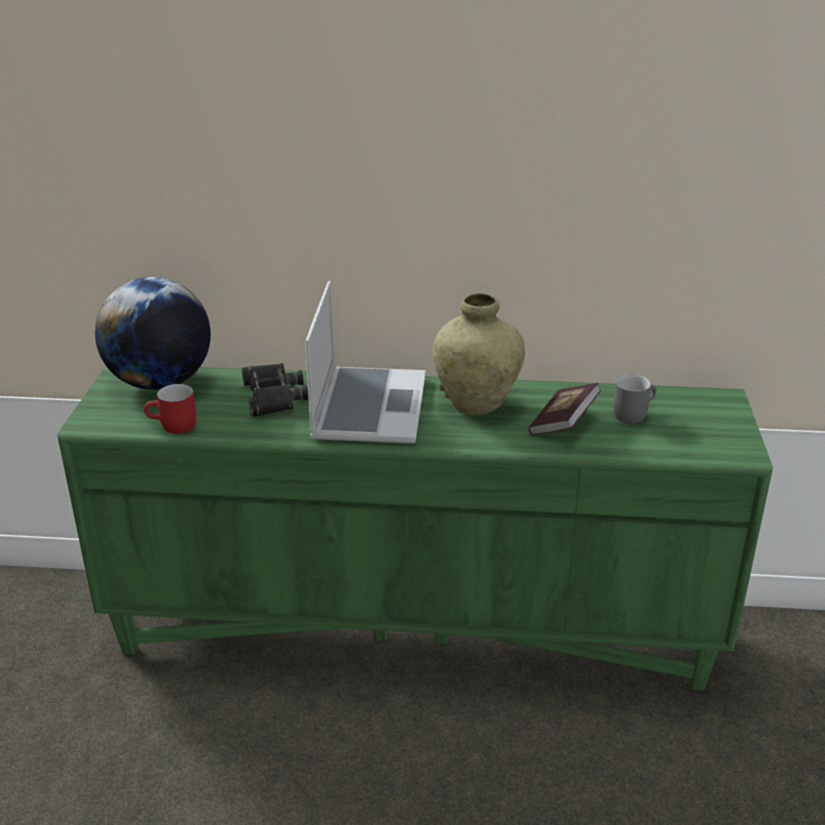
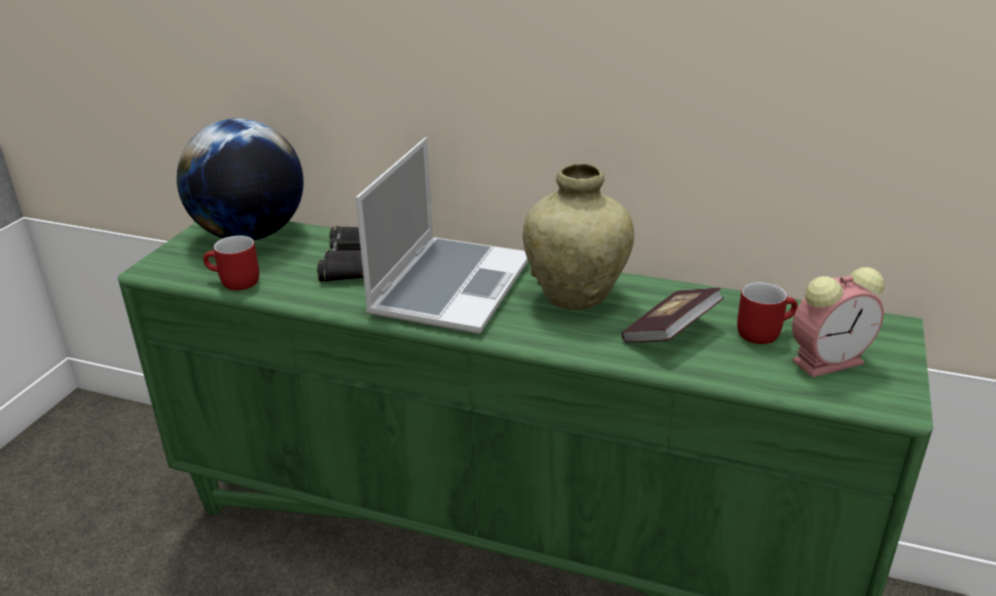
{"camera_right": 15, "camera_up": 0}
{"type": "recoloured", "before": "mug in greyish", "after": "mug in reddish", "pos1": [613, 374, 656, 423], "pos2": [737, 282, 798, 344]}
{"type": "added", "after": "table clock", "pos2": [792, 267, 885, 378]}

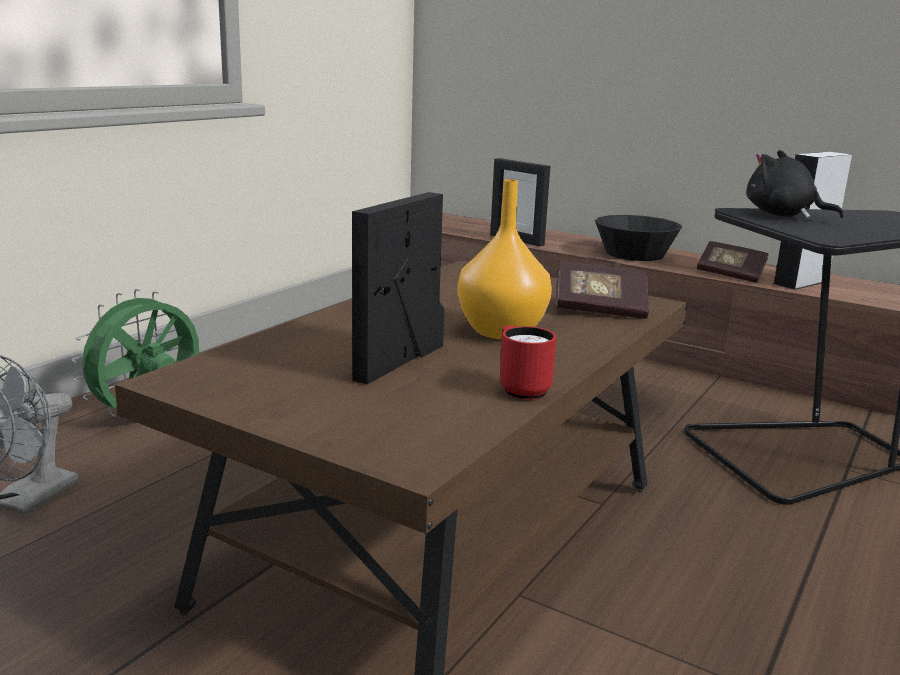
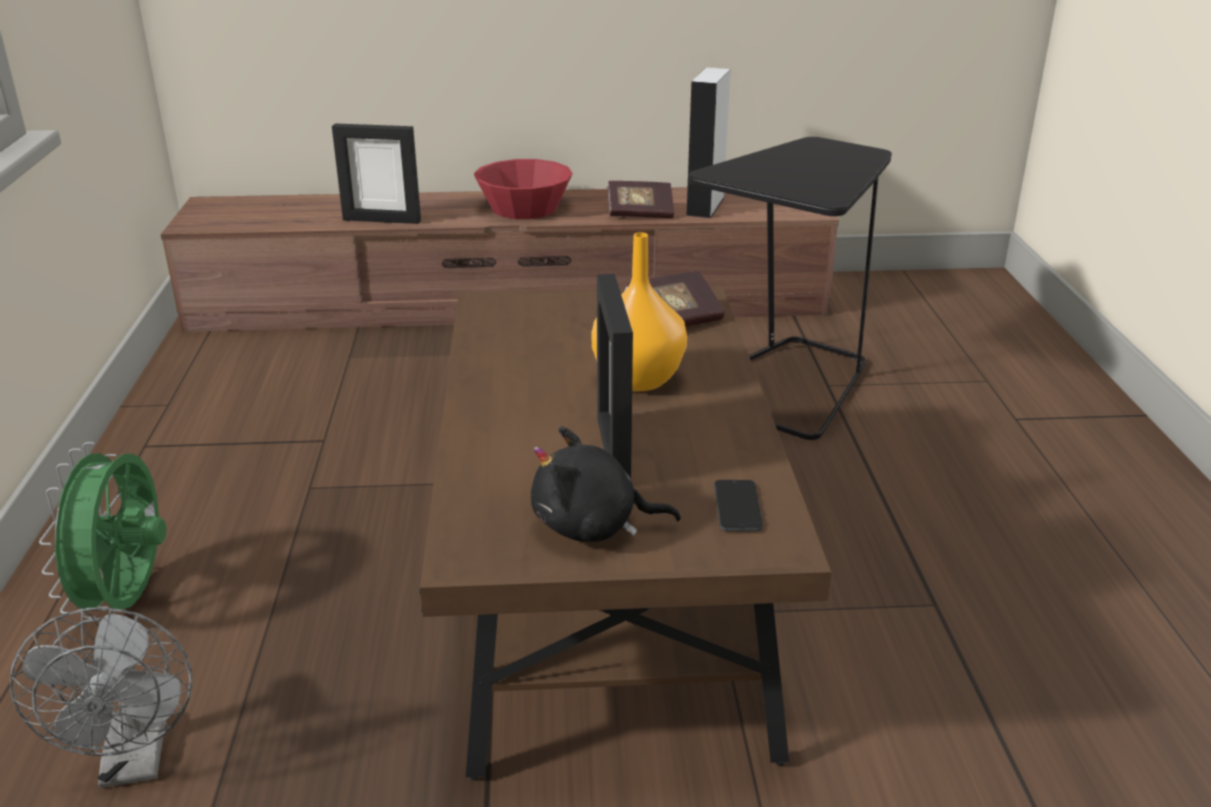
{"camera_right": -35, "camera_up": 10}
{"type": "removed", "before": "mug in reddish", "pos1": [500, 325, 556, 400]}
{"type": "recoloured", "before": "bowl in black", "after": "bowl in reddish", "pos1": [595, 215, 683, 261], "pos2": [474, 159, 573, 219]}
{"type": "moved", "before": "plush toy in black", "pos1": [746, 150, 844, 218], "pos2": [531, 426, 681, 542]}
{"type": "added", "after": "phone", "pos2": [714, 480, 763, 531]}

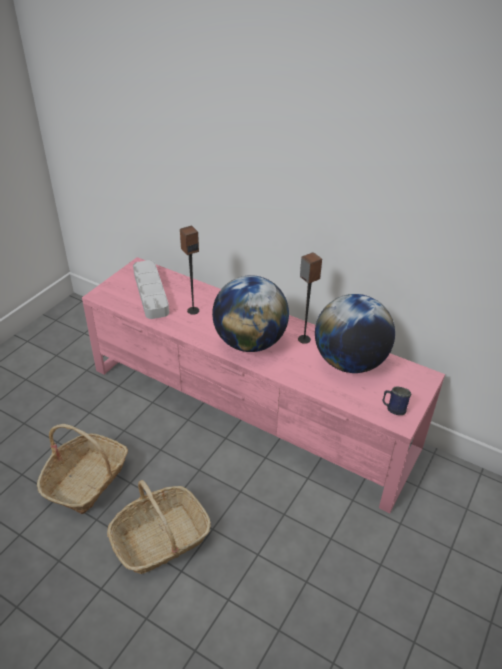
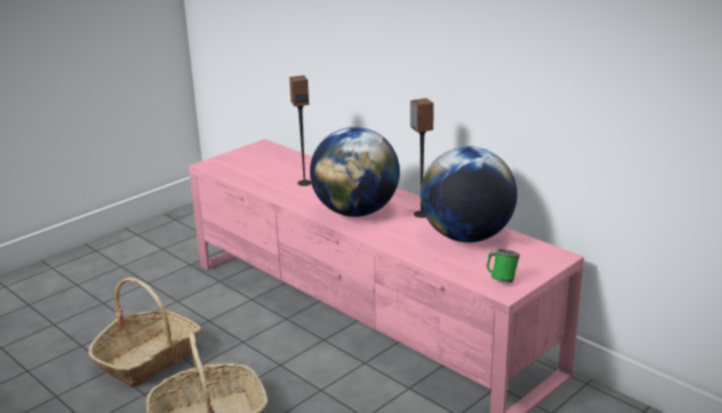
{"camera_right": 15, "camera_up": -15}
{"type": "removed", "before": "carrying tray in greyish", "pos1": [133, 260, 169, 319]}
{"type": "recoloured", "before": "mug in blue", "after": "mug in greenish", "pos1": [382, 386, 411, 415], "pos2": [486, 249, 520, 283]}

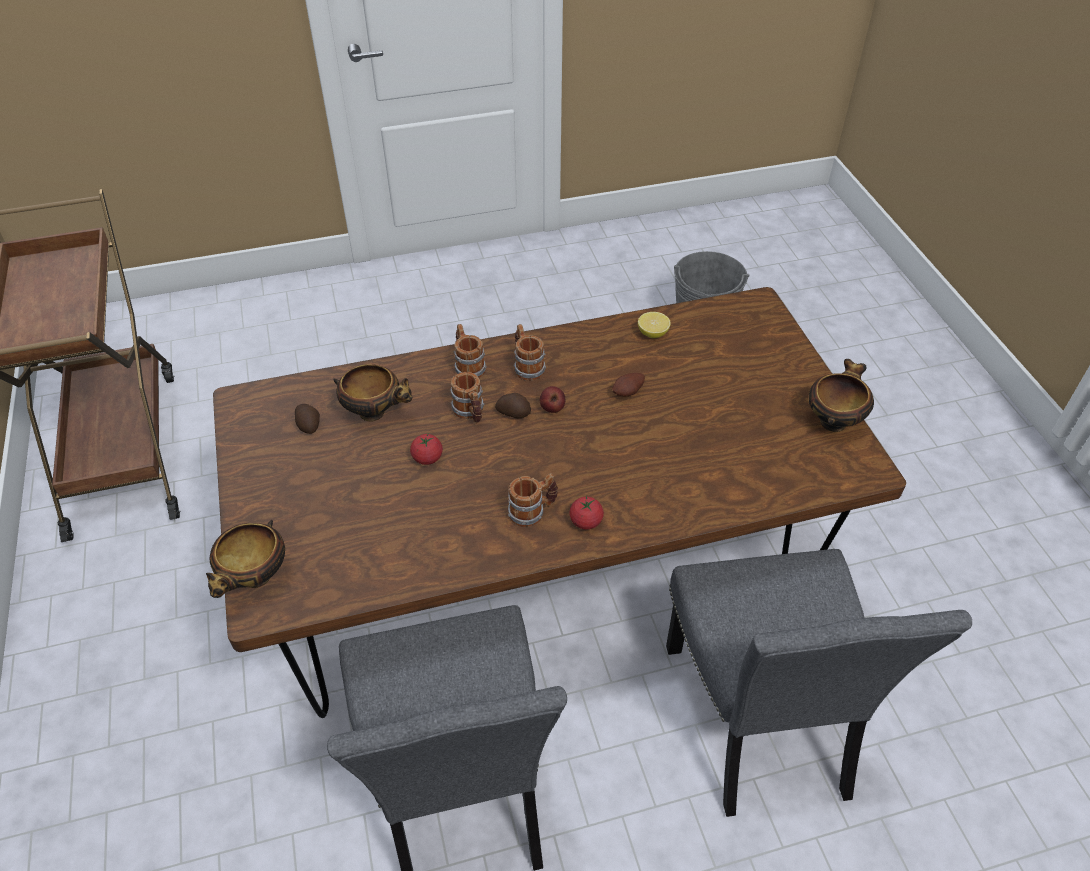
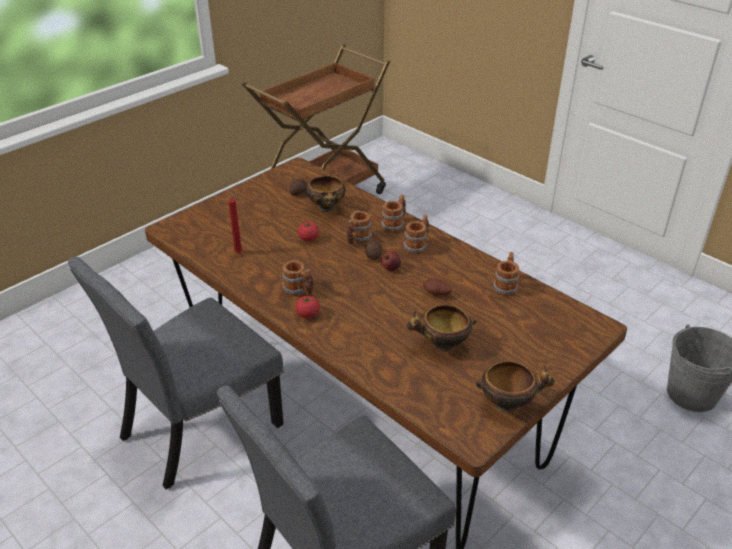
{"camera_right": 60, "camera_up": -10}
{"type": "moved", "before": "bowl", "pos1": [206, 520, 285, 598], "pos2": [406, 305, 477, 352]}
{"type": "replaced", "before": "citrus fruit", "after": "mug", "pos1": [638, 312, 671, 338], "pos2": [493, 252, 519, 297]}
{"type": "added", "after": "wax light in reddish", "pos2": [228, 193, 243, 253]}

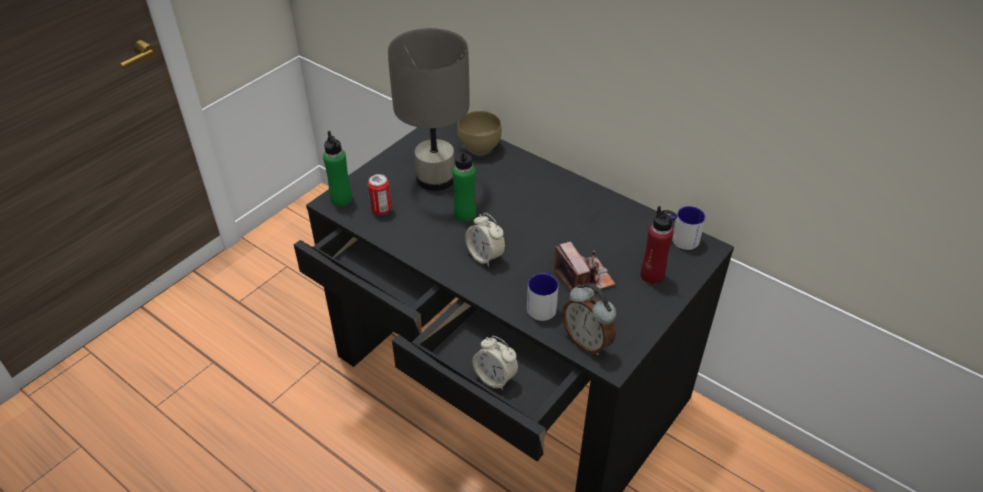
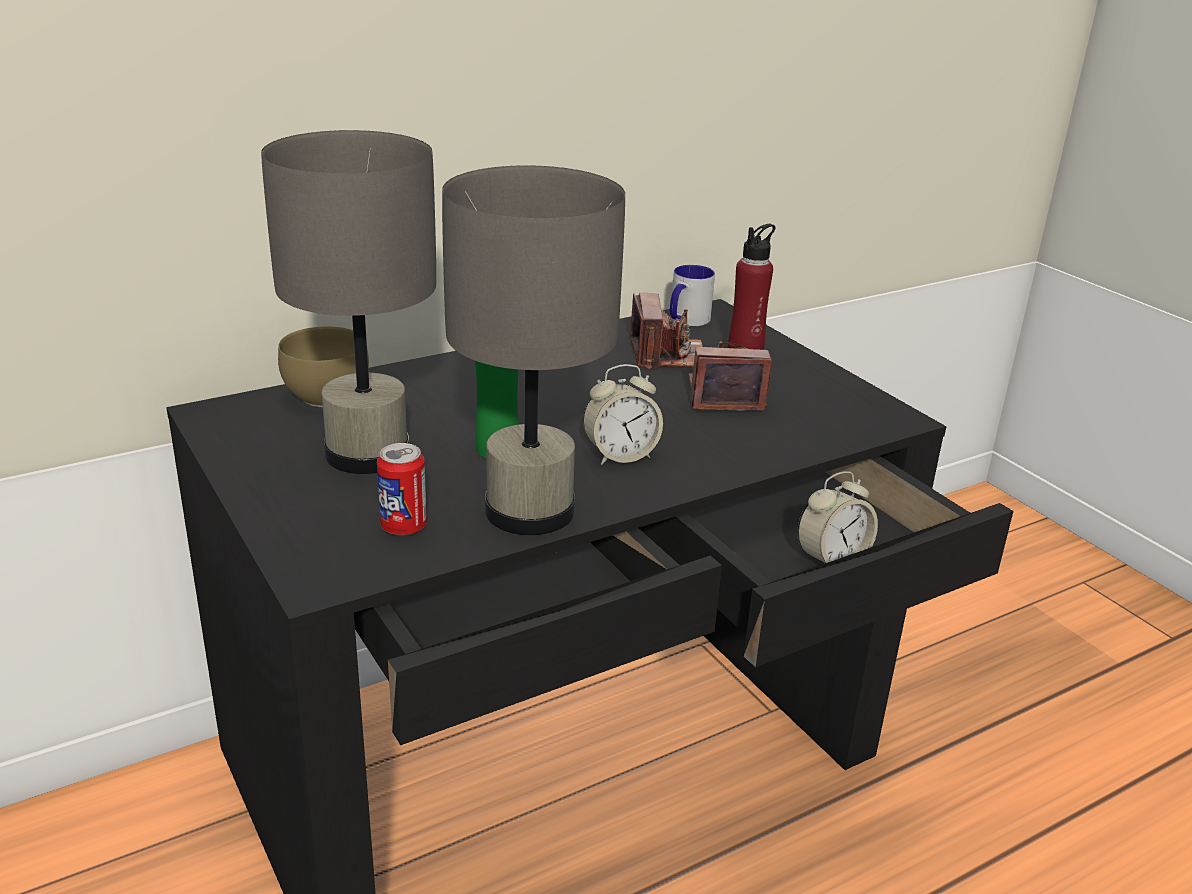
{"camera_right": -70, "camera_up": -15}
{"type": "removed", "before": "bottle in greenish", "pos1": [323, 131, 352, 206]}
{"type": "removed", "before": "mug", "pos1": [527, 273, 559, 321]}
{"type": "removed", "before": "table clock", "pos1": [562, 284, 616, 355]}
{"type": "added", "after": "table lamp in greyish", "pos2": [442, 165, 625, 535]}
{"type": "added", "after": "still camera", "pos2": [630, 293, 703, 369]}

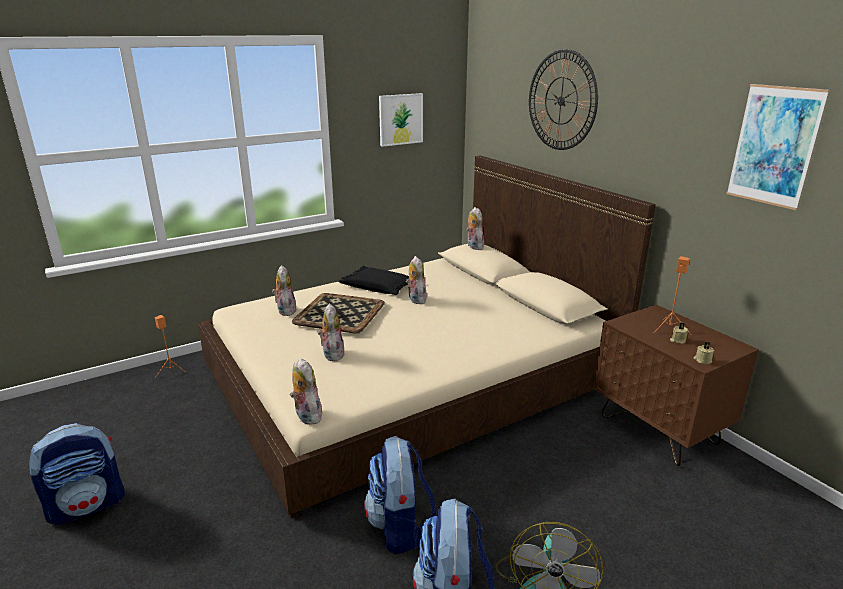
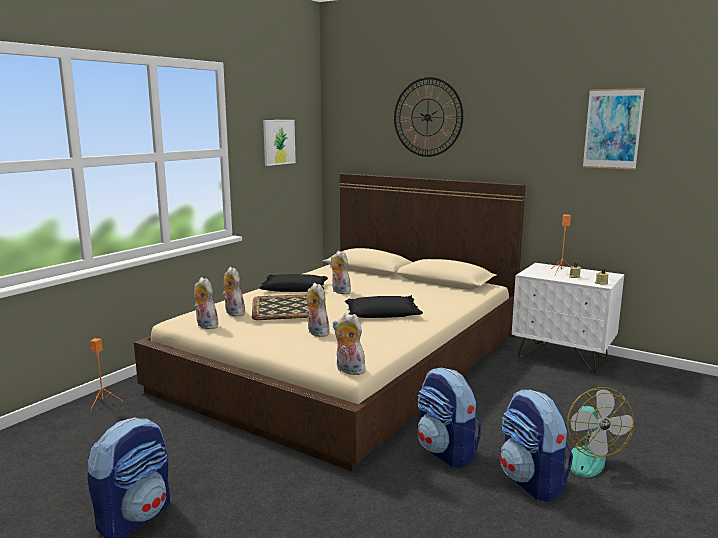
{"camera_right": -25, "camera_up": -10}
{"type": "moved", "before": "plush toy", "pos1": [466, 207, 484, 250], "pos2": [194, 277, 218, 329]}
{"type": "recoloured", "before": "night table in brown-coloured", "after": "night table in whitish", "pos1": [594, 305, 759, 466], "pos2": [512, 263, 624, 373]}
{"type": "added", "after": "throw pillow in black", "pos2": [345, 295, 423, 318]}

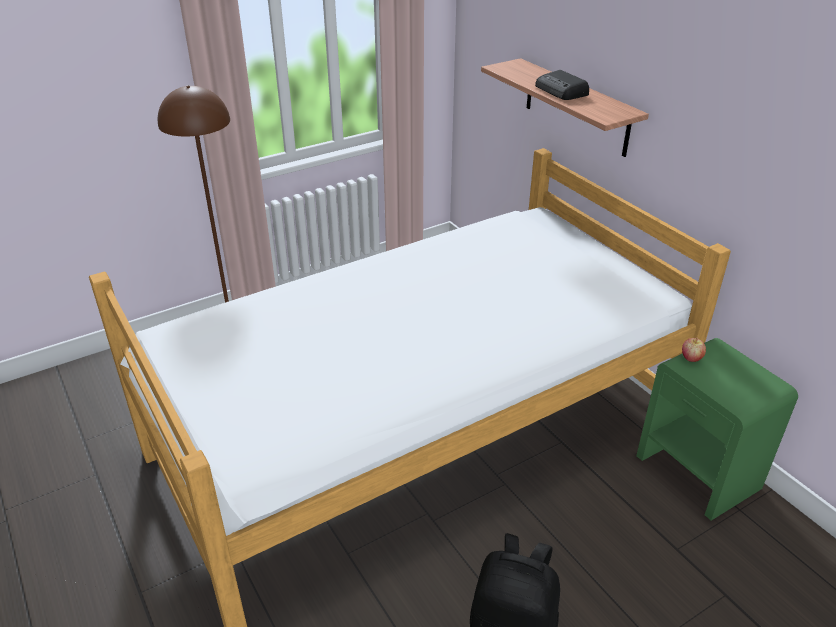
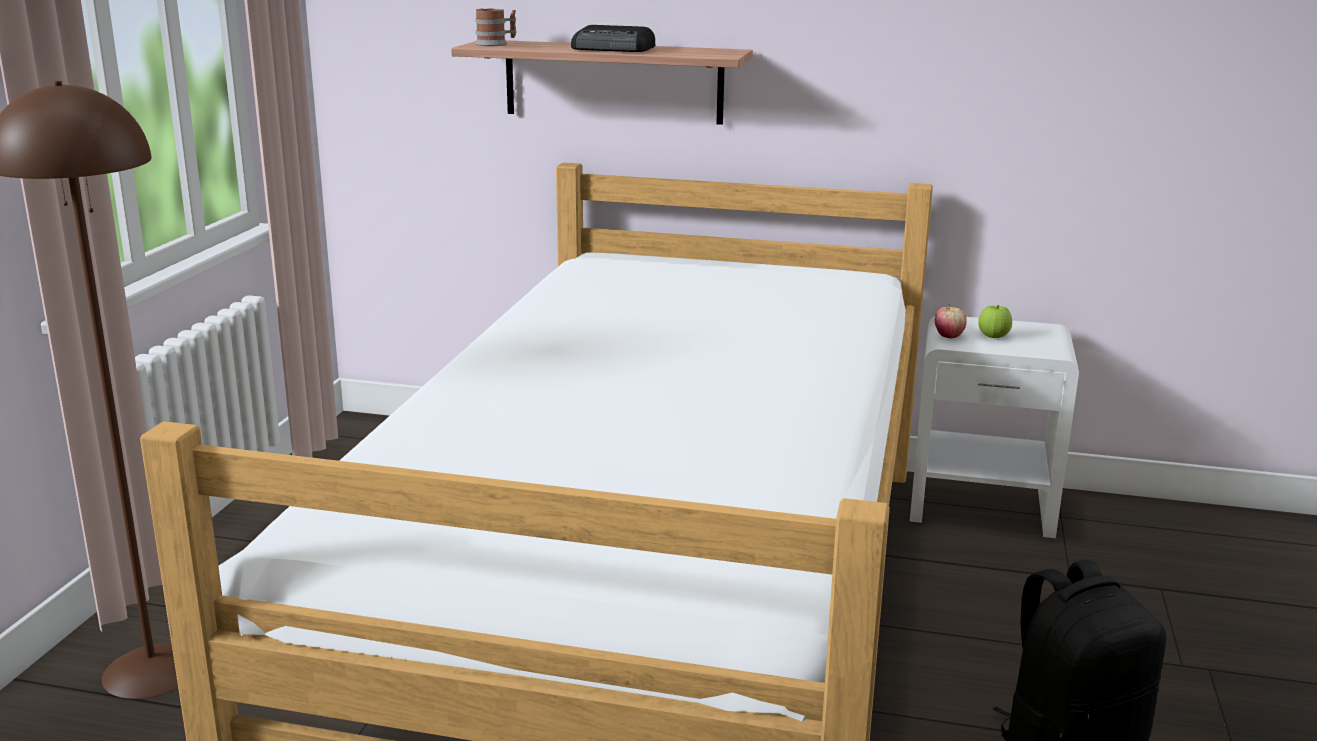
{"camera_right": -45, "camera_up": -15}
{"type": "recoloured", "before": "night table in greenish", "after": "night table in whitish", "pos1": [636, 338, 798, 521], "pos2": [910, 316, 1079, 538]}
{"type": "added", "after": "mug", "pos2": [475, 8, 516, 46]}
{"type": "added", "after": "apple fruit", "pos2": [978, 305, 1012, 338]}

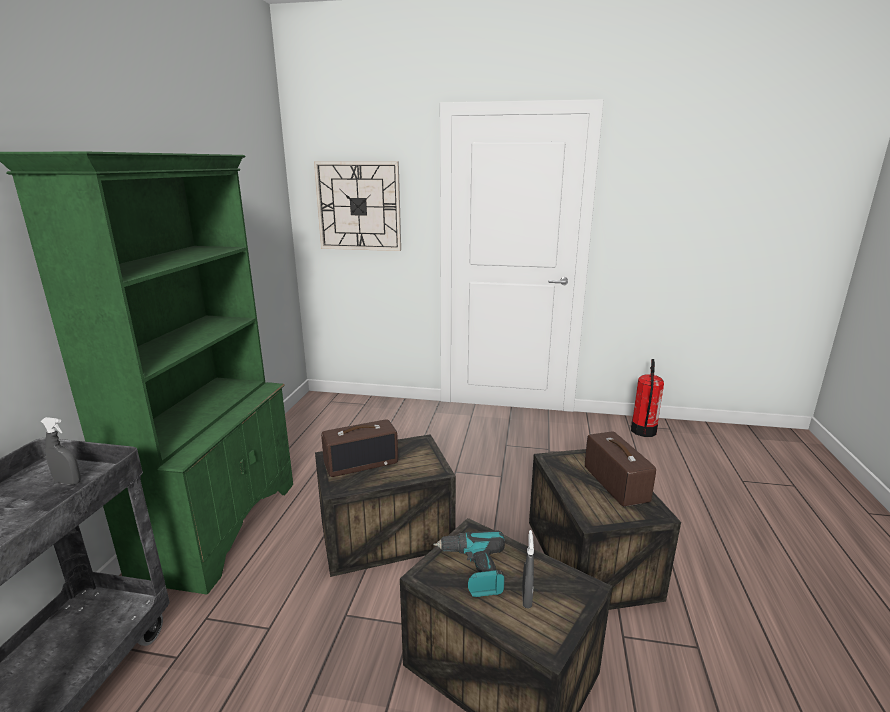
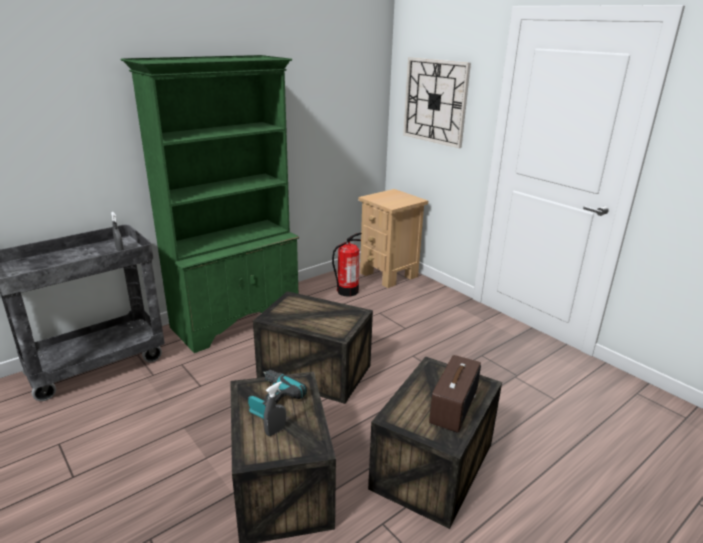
{"camera_right": 40, "camera_up": 5}
{"type": "removed", "before": "radio set", "pos1": [321, 419, 398, 477]}
{"type": "moved", "before": "extinguisher", "pos1": [631, 359, 664, 437], "pos2": [332, 233, 362, 297]}
{"type": "added", "after": "night table in sand-coloured", "pos2": [358, 189, 428, 288]}

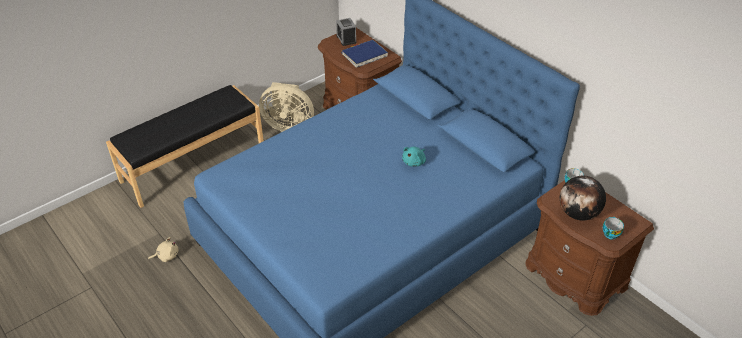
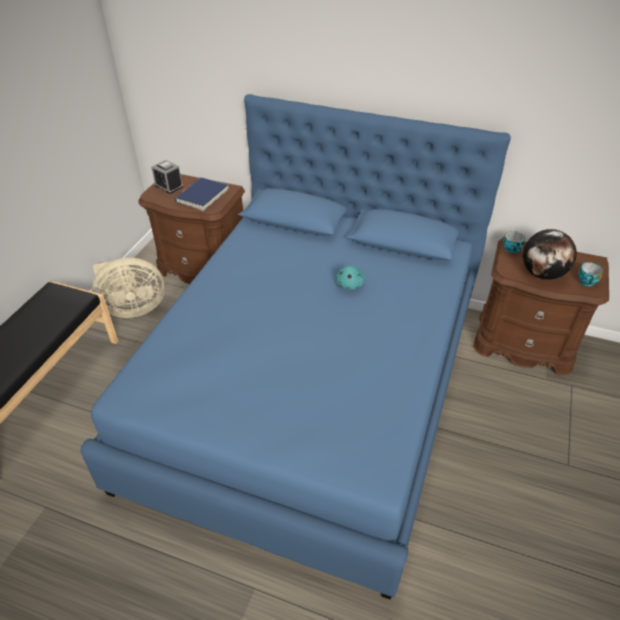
{"camera_right": -30, "camera_up": 0}
{"type": "removed", "before": "plush toy in sand-coloured", "pos1": [148, 237, 178, 262]}

